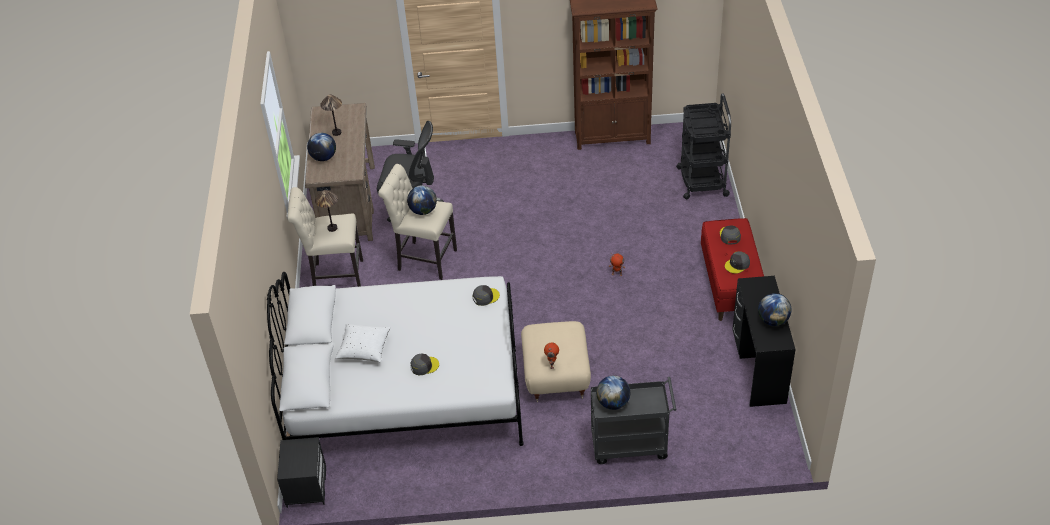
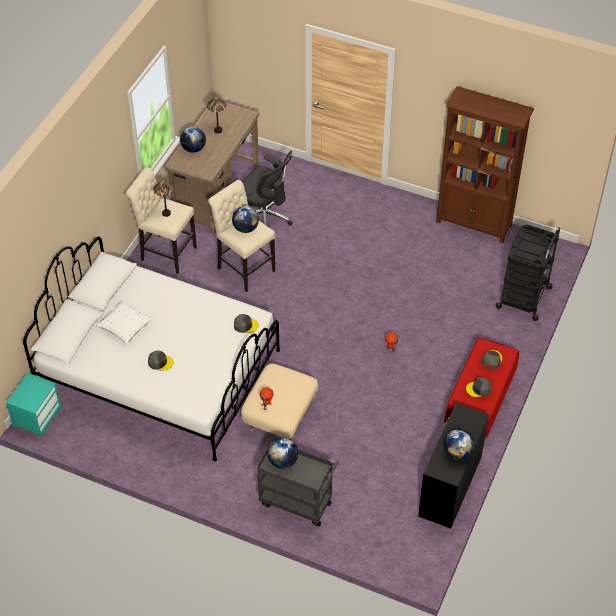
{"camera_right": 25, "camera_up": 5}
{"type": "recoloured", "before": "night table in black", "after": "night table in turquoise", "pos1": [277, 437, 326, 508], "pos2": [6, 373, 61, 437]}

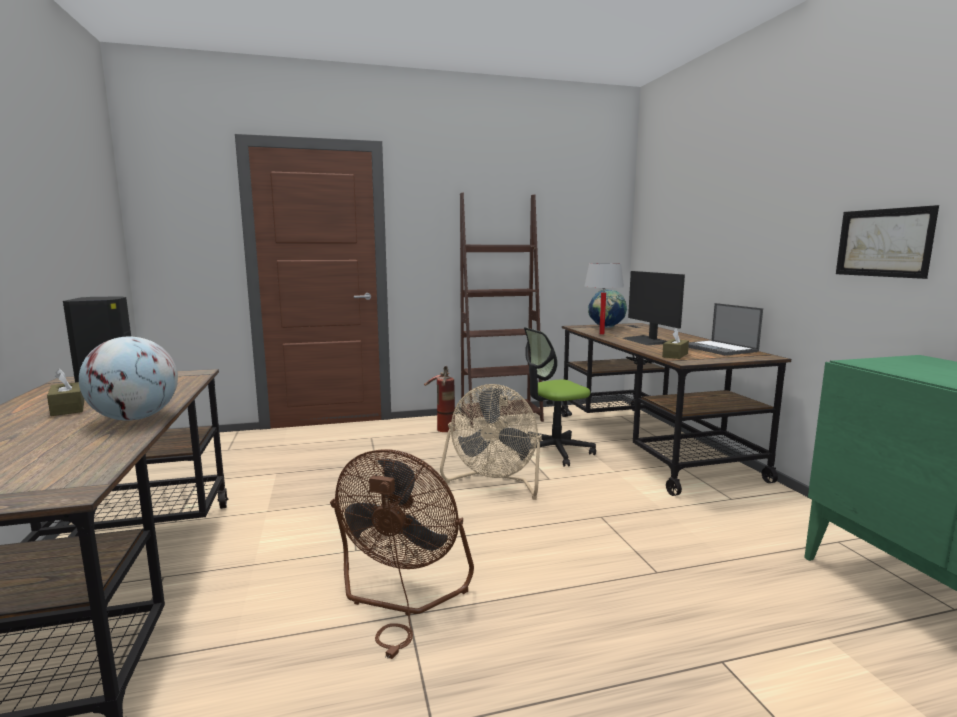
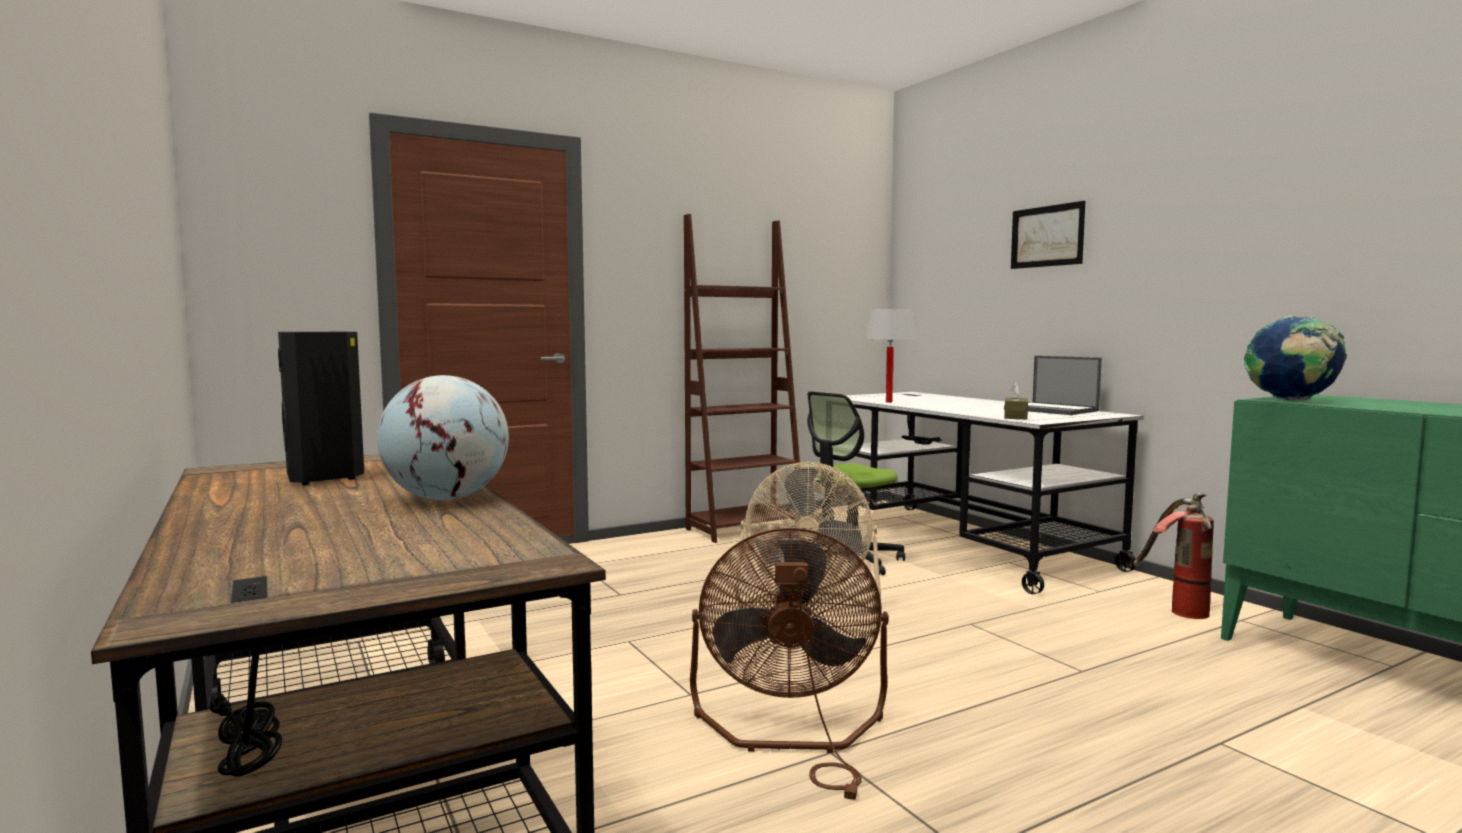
{"camera_right": -15, "camera_up": -5}
{"type": "removed", "before": "box of tissues in brown-coloured", "pos1": [47, 369, 84, 416]}
{"type": "moved", "before": "extinguisher", "pos1": [424, 366, 455, 432], "pos2": [1133, 493, 1214, 619]}
{"type": "recoloured", "before": "desk unit in brown-coloured", "after": "desk unit in whitish", "pos1": [561, 323, 791, 496], "pos2": [821, 392, 1144, 594]}
{"type": "moved", "before": "globe", "pos1": [588, 289, 627, 328], "pos2": [1244, 316, 1347, 401]}
{"type": "removed", "before": "monitor", "pos1": [622, 271, 685, 345]}
{"type": "moved", "before": "wall picture", "pos1": [836, 205, 939, 279], "pos2": [1011, 201, 1085, 269]}

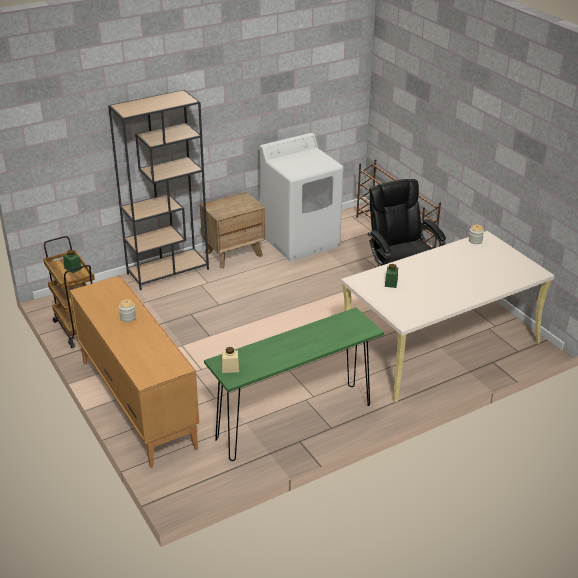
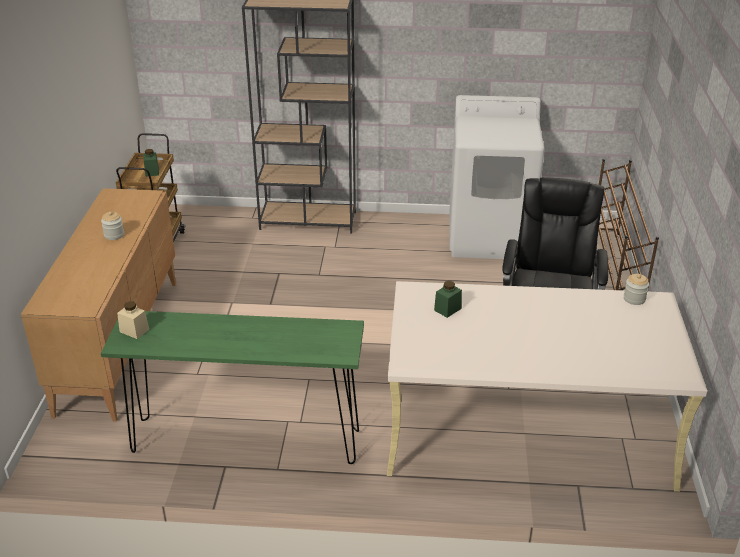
{"camera_right": 35, "camera_up": 0}
{"type": "removed", "before": "night table in brown-coloured", "pos1": [200, 192, 265, 268]}

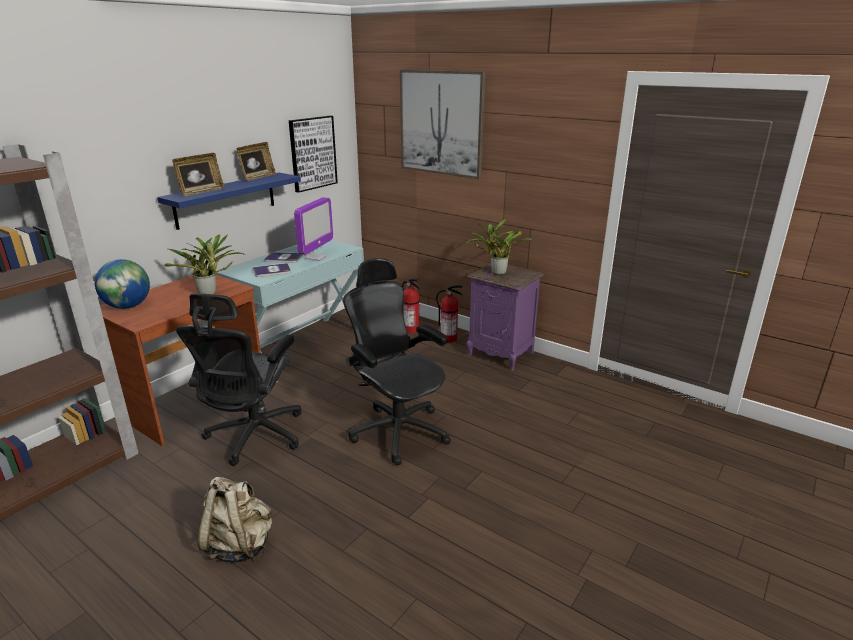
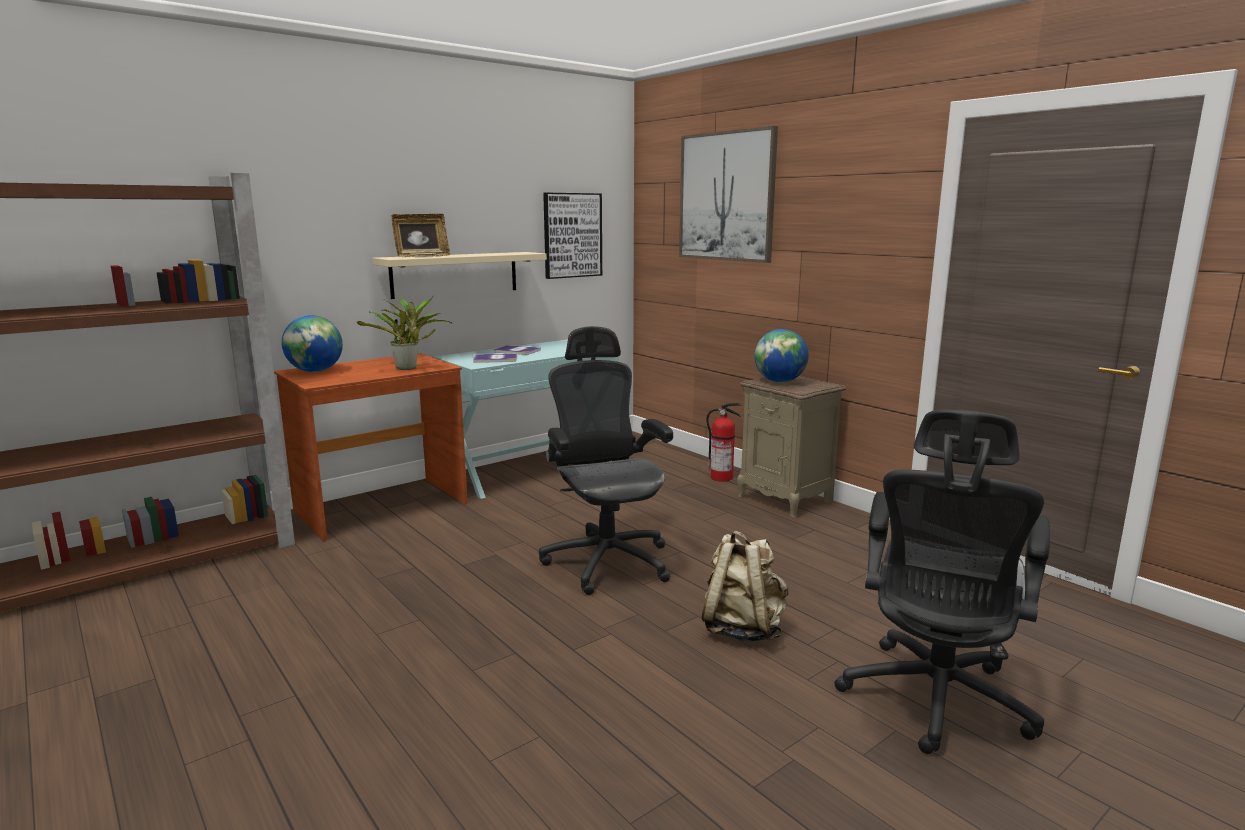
{"camera_right": 15, "camera_up": -10}
{"type": "recoloured", "before": "bracket shelf in blue", "after": "bracket shelf in sand-coloured", "pos1": [157, 173, 301, 230], "pos2": [372, 252, 547, 299]}
{"type": "moved", "before": "desk chair", "pos1": [176, 293, 301, 466], "pos2": [834, 410, 1050, 754]}
{"type": "moved", "before": "backpack in sand-coloured", "pos1": [198, 477, 272, 563], "pos2": [702, 530, 788, 642]}
{"type": "removed", "before": "picture frame", "pos1": [237, 142, 276, 181]}
{"type": "removed", "before": "monitor", "pos1": [294, 197, 333, 261]}
{"type": "removed", "before": "extinguisher", "pos1": [402, 279, 420, 333]}
{"type": "replaced", "before": "potted plant", "after": "globe", "pos1": [466, 219, 531, 275], "pos2": [755, 329, 809, 382]}
{"type": "recoloured", "before": "night table in purplish", "after": "night table in sand-coloured", "pos1": [466, 263, 544, 371], "pos2": [737, 376, 846, 518]}

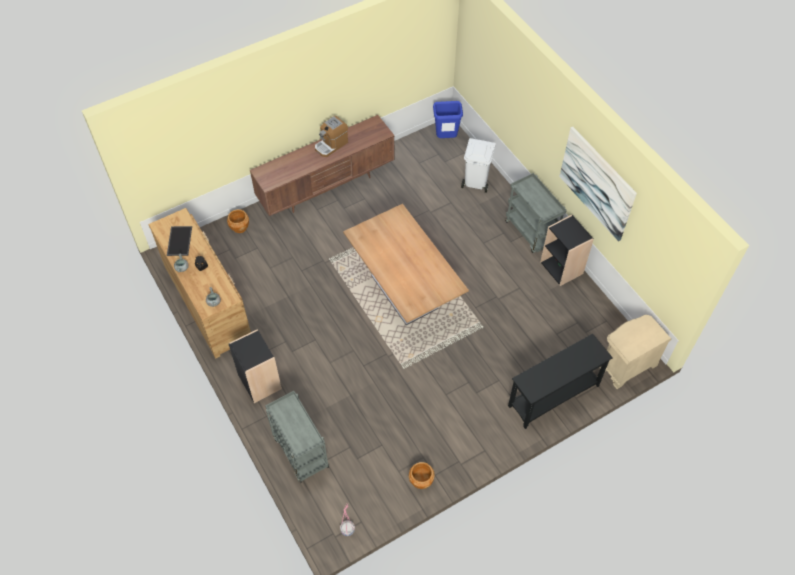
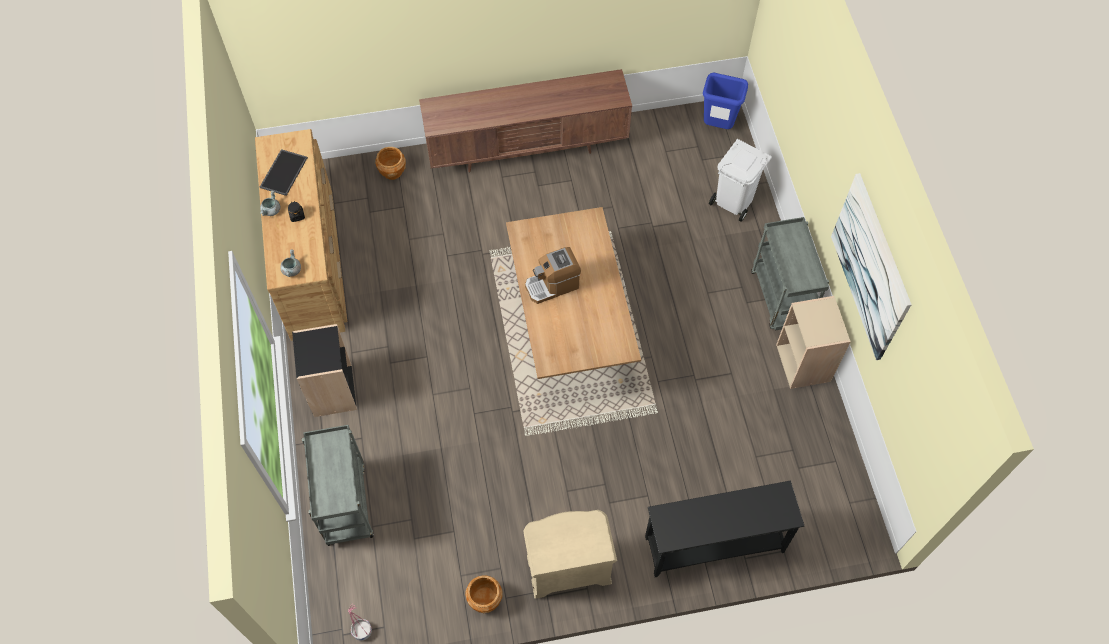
{"camera_right": 20, "camera_up": 5}
{"type": "moved", "before": "coffee maker", "pos1": [315, 116, 348, 157], "pos2": [525, 247, 581, 304]}
{"type": "recoloured", "before": "shelving unit in black", "after": "shelving unit in sand-coloured", "pos1": [540, 215, 594, 286], "pos2": [776, 296, 851, 389]}
{"type": "moved", "before": "night table in sand-coloured", "pos1": [599, 315, 671, 389], "pos2": [524, 510, 617, 599]}

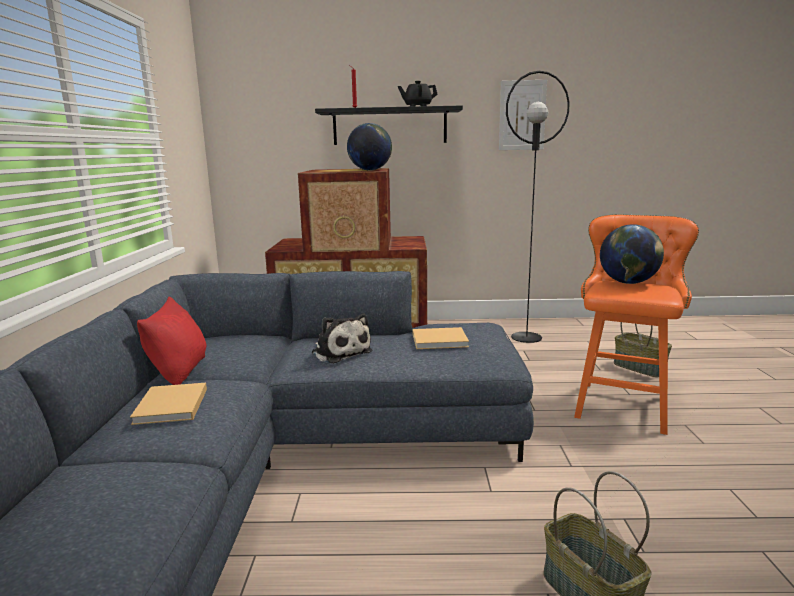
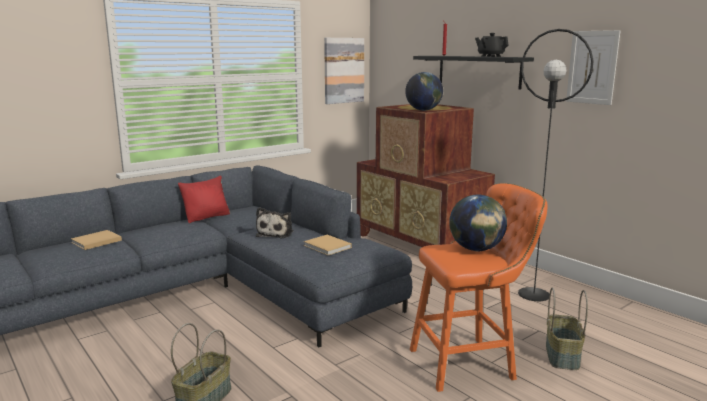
{"camera_right": 50, "camera_up": 0}
{"type": "moved", "before": "bound book in sand-coloured", "pos1": [130, 383, 207, 425], "pos2": [71, 230, 122, 250]}
{"type": "added", "after": "wall picture", "pos2": [324, 38, 364, 104]}

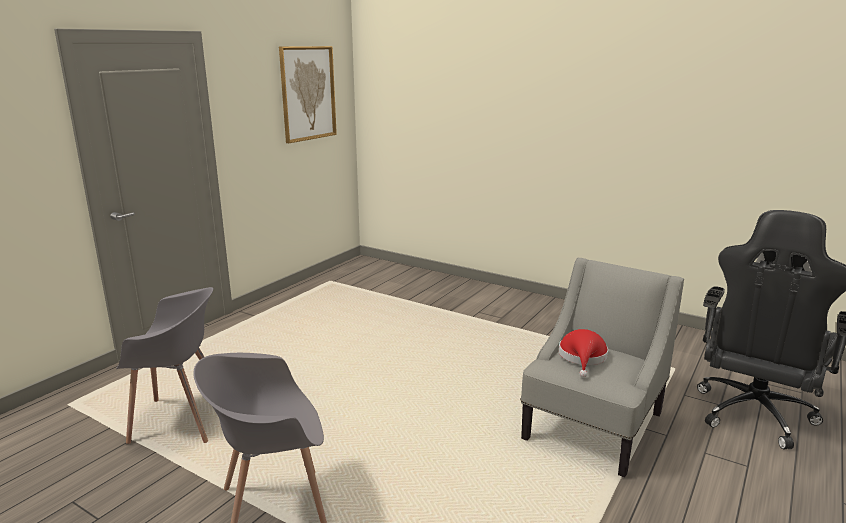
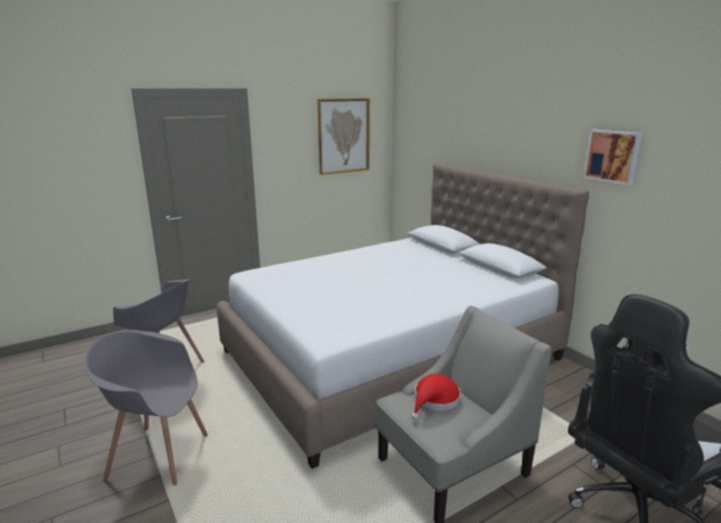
{"camera_right": 25, "camera_up": 0}
{"type": "added", "after": "bedroom bed in whitish", "pos2": [217, 163, 589, 469]}
{"type": "added", "after": "wall picture", "pos2": [583, 130, 642, 185]}

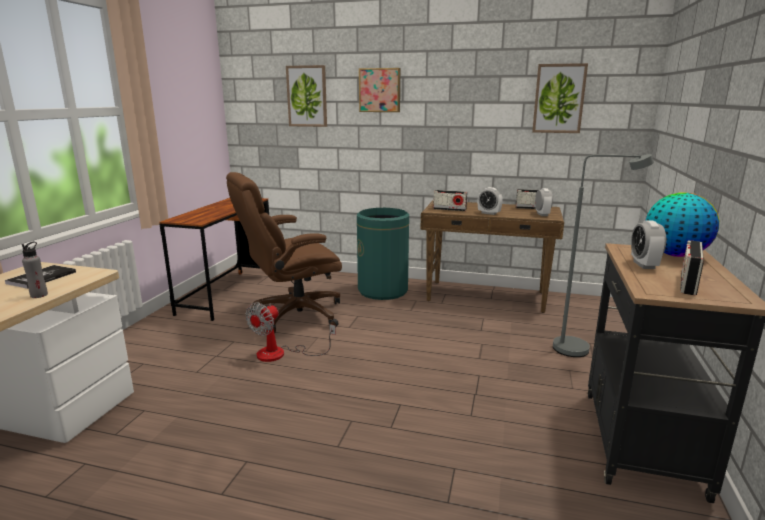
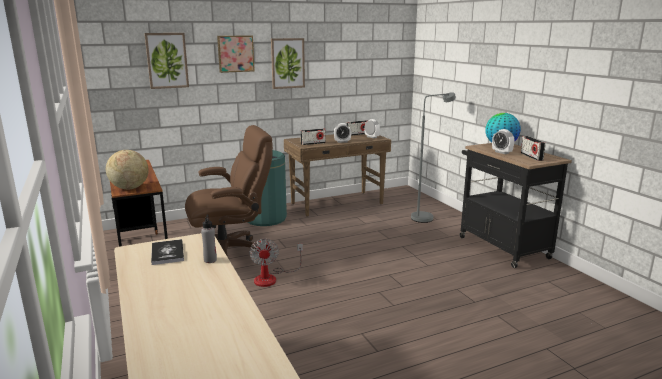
{"camera_right": -40, "camera_up": 0}
{"type": "turned", "before": "desk chair in brown-coloured", "pos1": [226, 172, 342, 334], "pos2": [185, 125, 273, 257], "turn": -135}
{"type": "moved", "before": "wall picture", "pos1": [532, 63, 588, 133], "pos2": [271, 38, 305, 89]}
{"type": "added", "after": "globe", "pos2": [106, 150, 149, 189]}

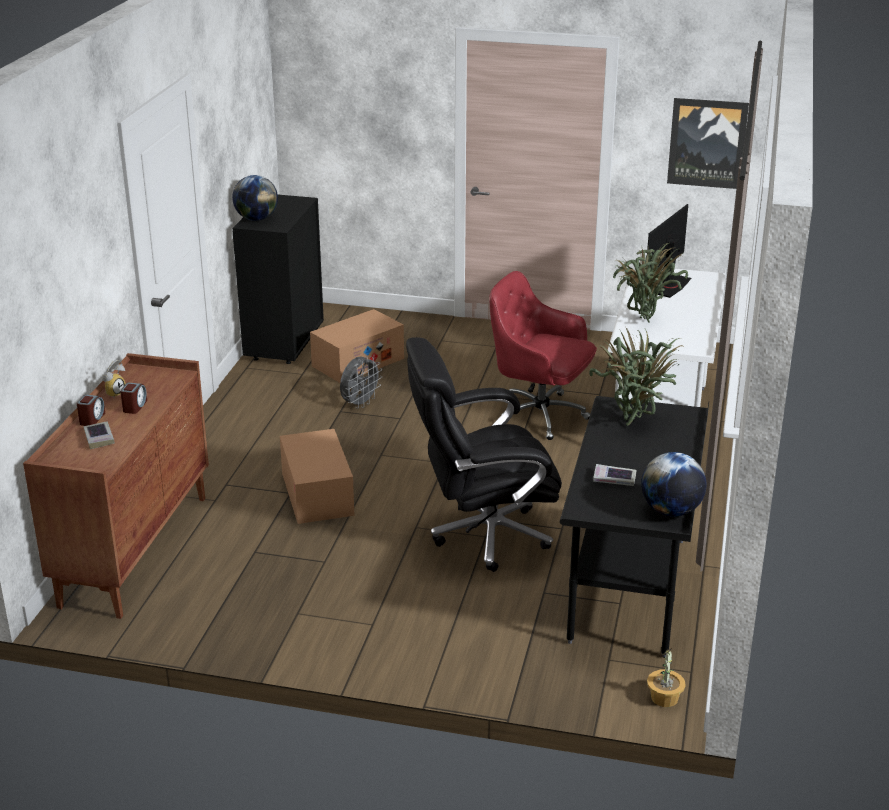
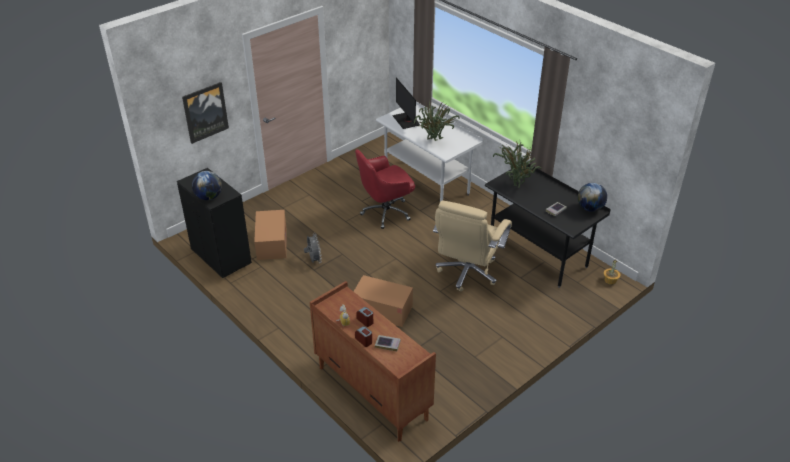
{"camera_right": -55, "camera_up": 10}
{"type": "recoloured", "before": "desk chair in black", "after": "desk chair in sand-coloured", "pos1": [406, 337, 562, 572], "pos2": [433, 200, 512, 292]}
{"type": "moved", "before": "wall picture", "pos1": [667, 98, 749, 189], "pos2": [182, 82, 229, 144]}

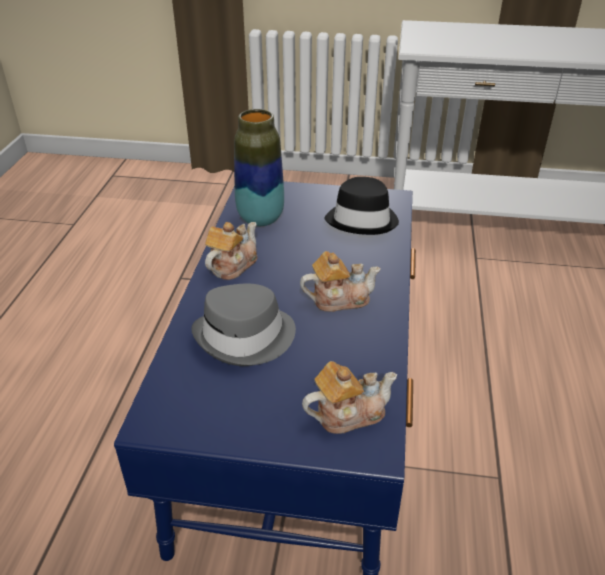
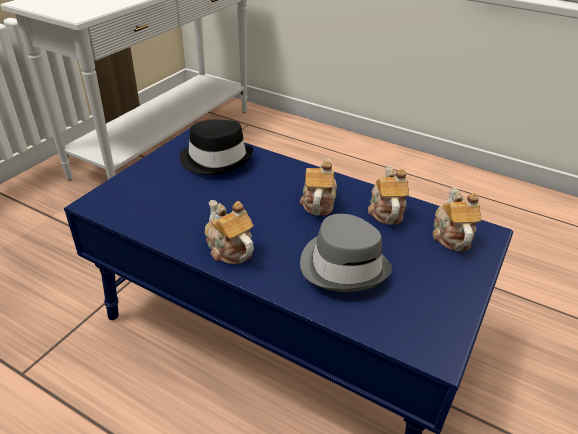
{"camera_right": -70, "camera_up": 0}
{"type": "removed", "before": "flower vase", "pos1": [234, 109, 284, 226]}
{"type": "added", "after": "tea pot", "pos2": [368, 165, 409, 225]}

